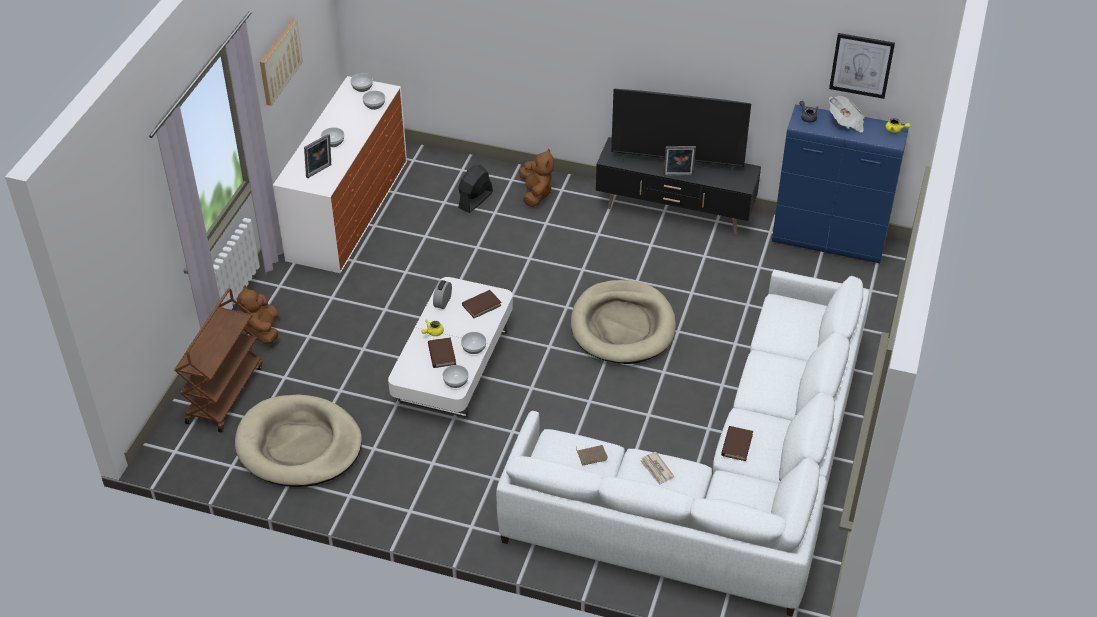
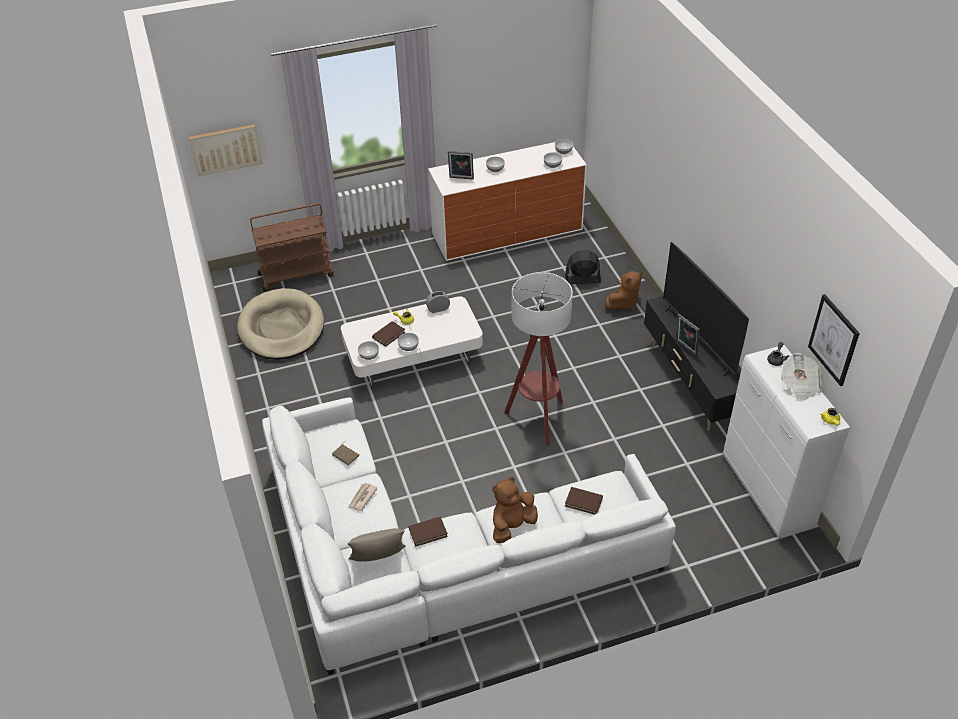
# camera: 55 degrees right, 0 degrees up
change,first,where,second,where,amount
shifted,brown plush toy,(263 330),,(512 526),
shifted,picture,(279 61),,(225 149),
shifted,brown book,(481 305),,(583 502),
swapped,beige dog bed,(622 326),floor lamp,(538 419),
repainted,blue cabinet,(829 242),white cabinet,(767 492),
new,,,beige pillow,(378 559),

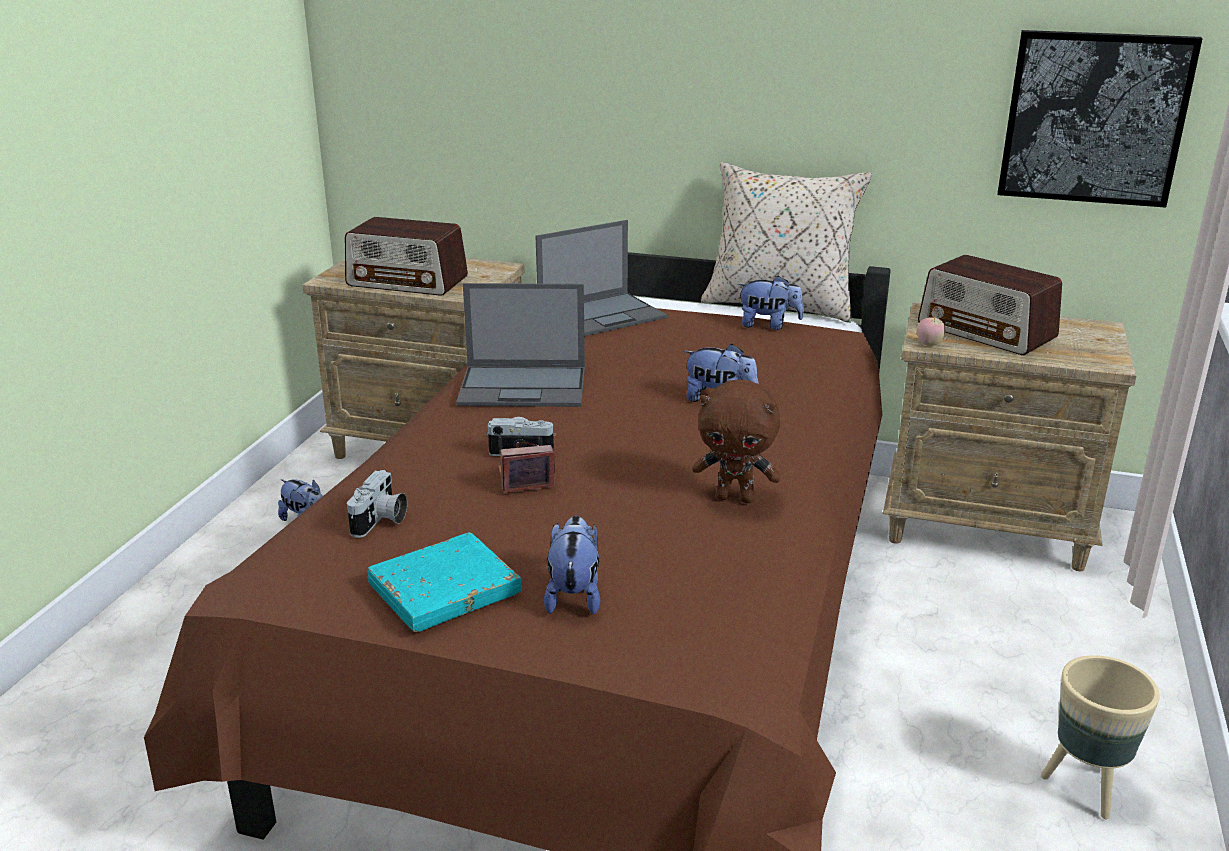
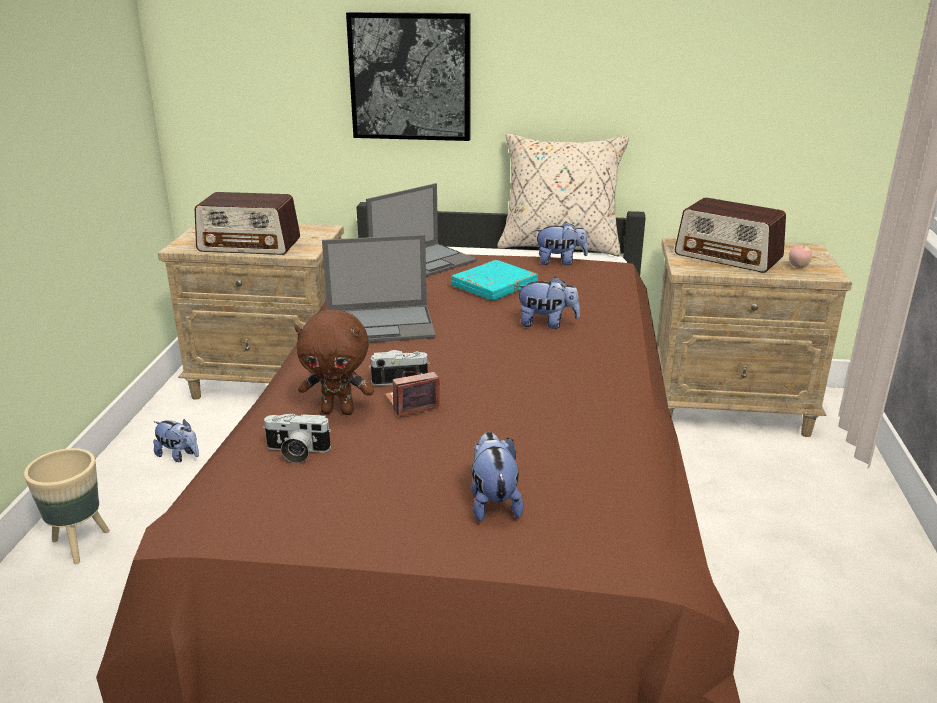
# camera: 10 degrees left, 0 degrees up
change,first,where,second,where,amount
rotated,photo camera,(380 521),,(296 452),90 degrees clockwise
shifted,turquoise book,(444 589),,(494 285),
shifted,brown plush toy,(735 498),,(338 411),
shifted,apple,(929 344),,(798 267),
shifted,picture,(1094 118),,(410 76),
shifted,beige planter,(1084 787),,(80 545),

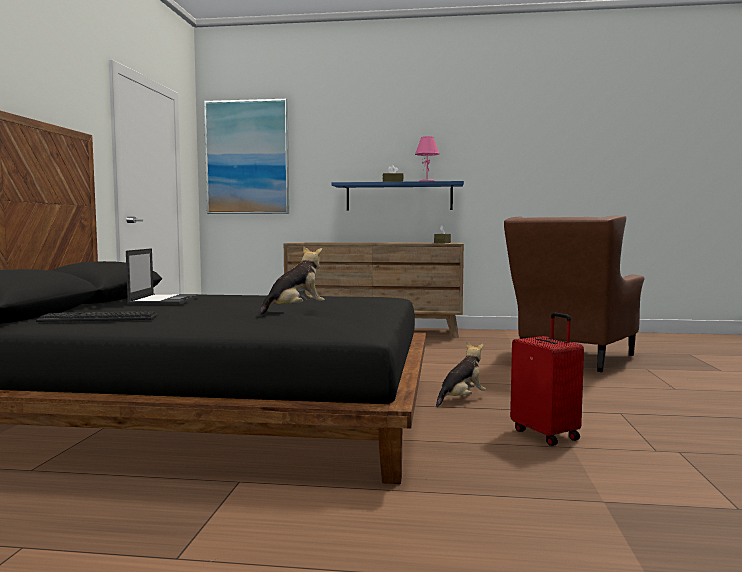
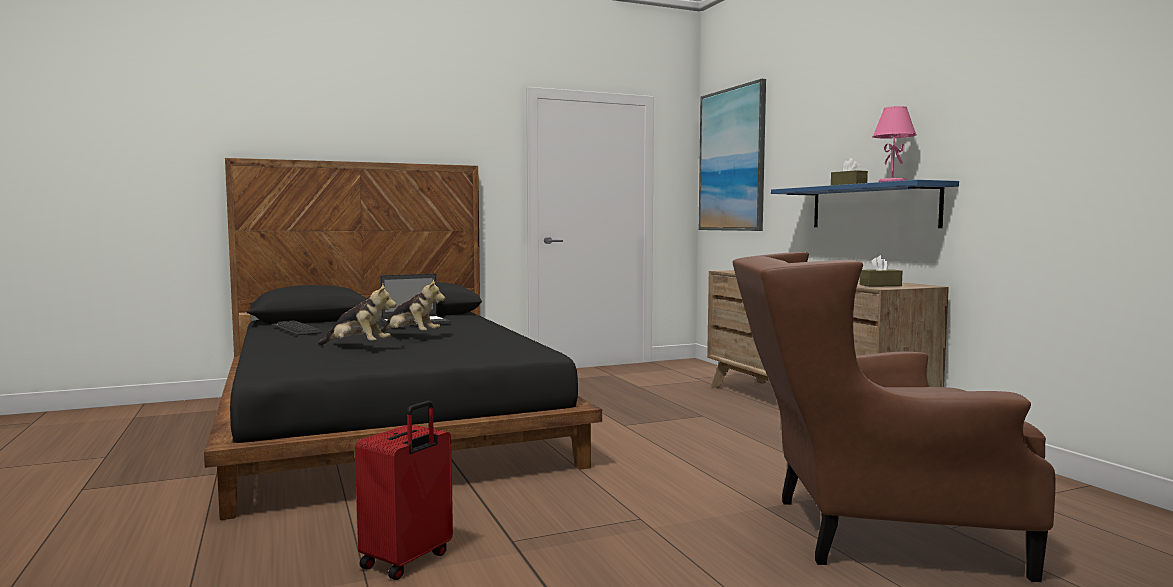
# camera: 60 degrees right, 0 degrees up
change,first,where,second,where,amount
shifted,plush toy,(461 399),,(411 336),

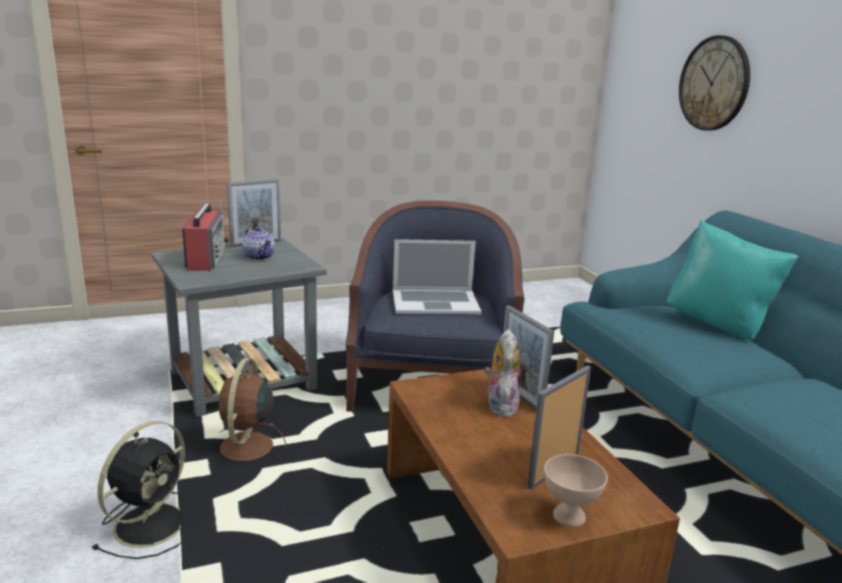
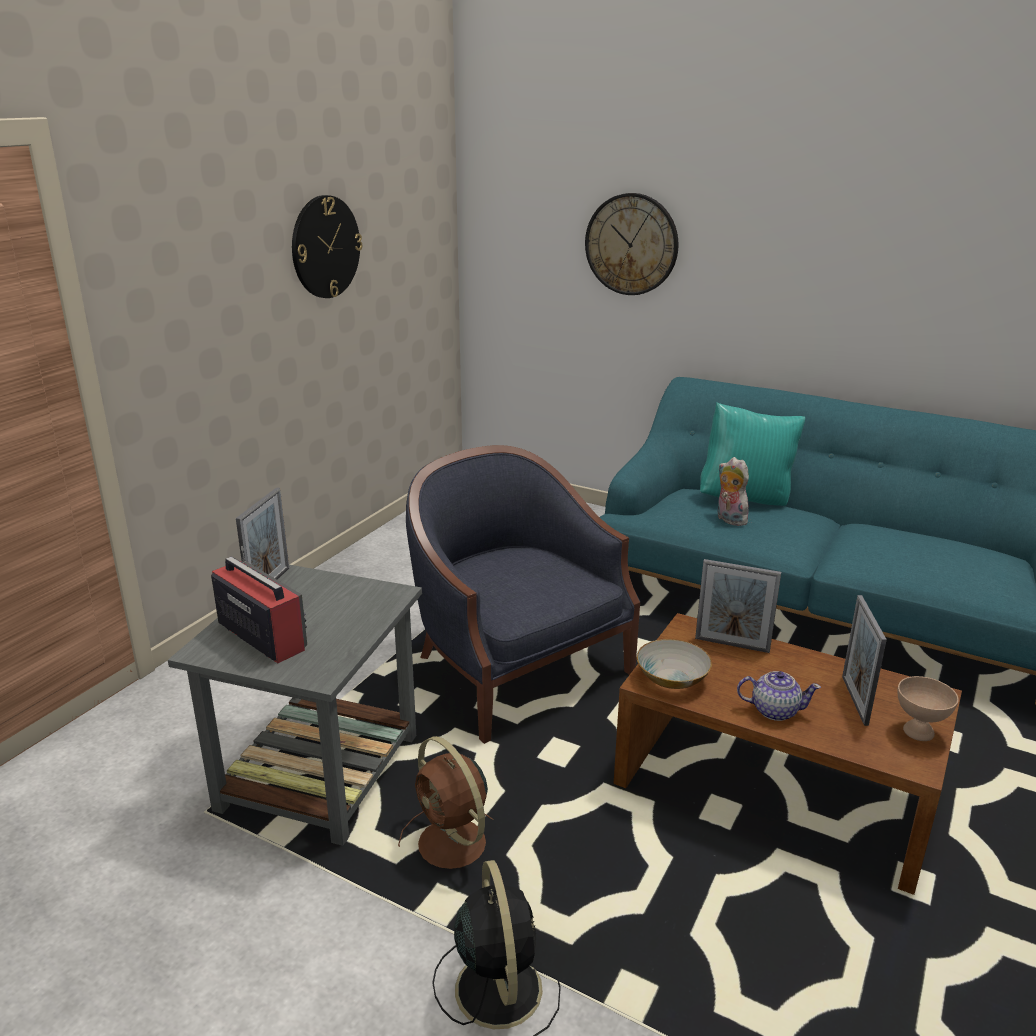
# camera: 40 degrees left, 5 degrees up
change,first,where,second,where,amount
shifted,teapot,(259 257),,(774 710),
gone,laptop,(435 302),,,
shifted,plush toy,(500 405),,(729 519),
new,,,wall clock,(325 247),
new,,,bowl,(671 678),

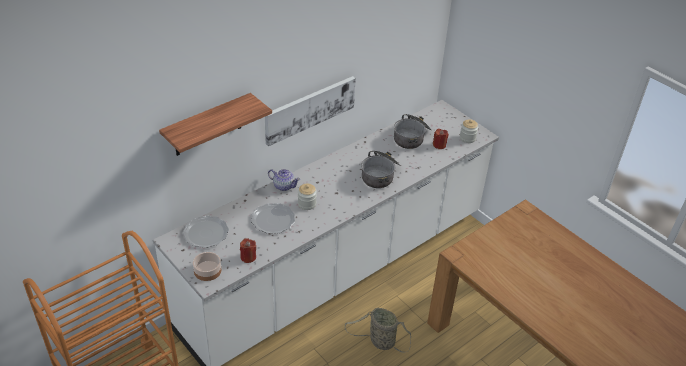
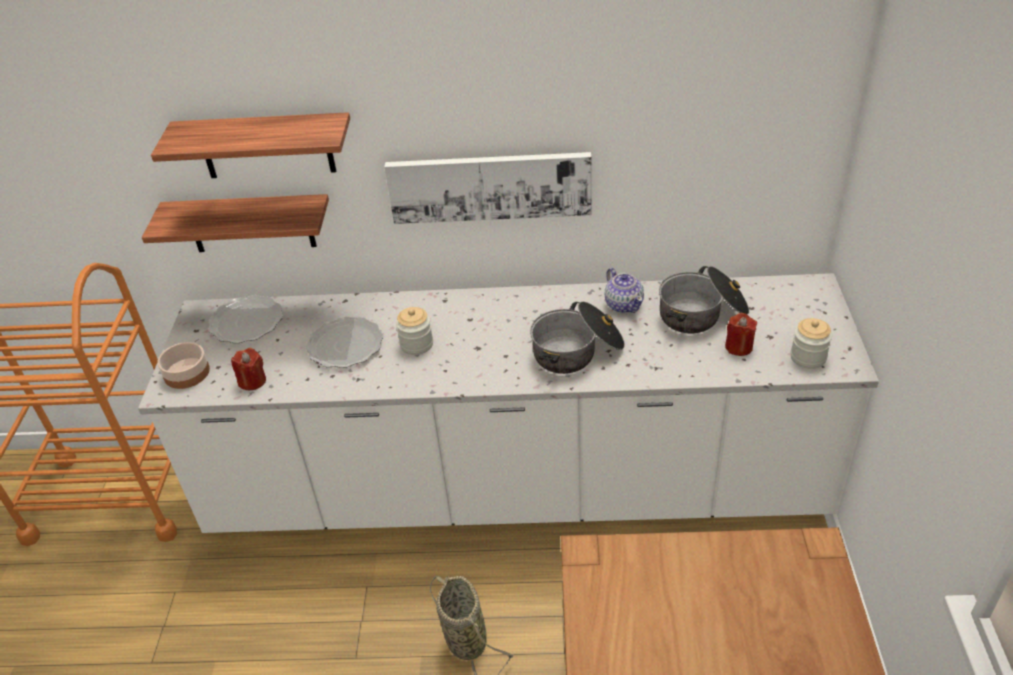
# camera: 45 degrees right, 0 degrees up
change,first,where,second,where,amount
shifted,teapot,(284 186),,(624 304),
new,,,shelf,(250 223),

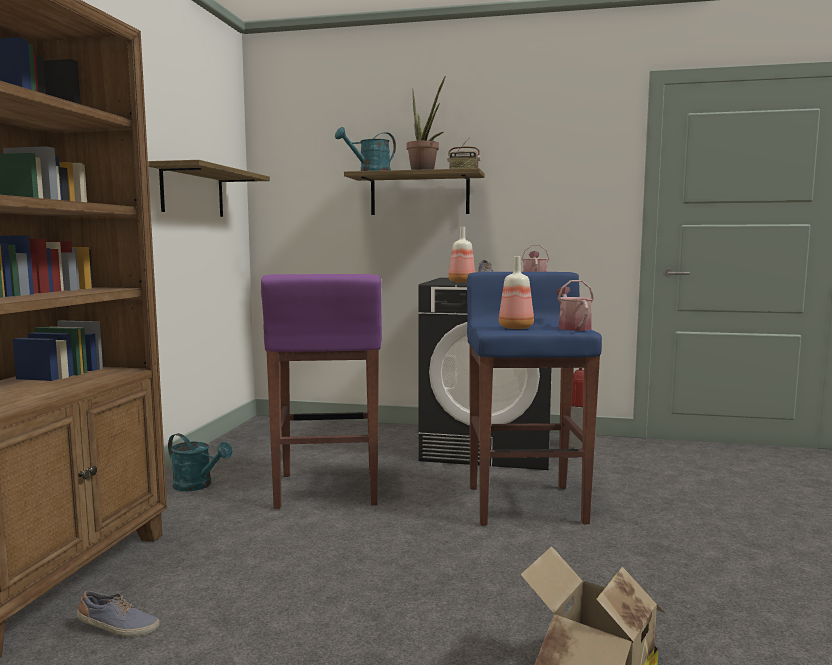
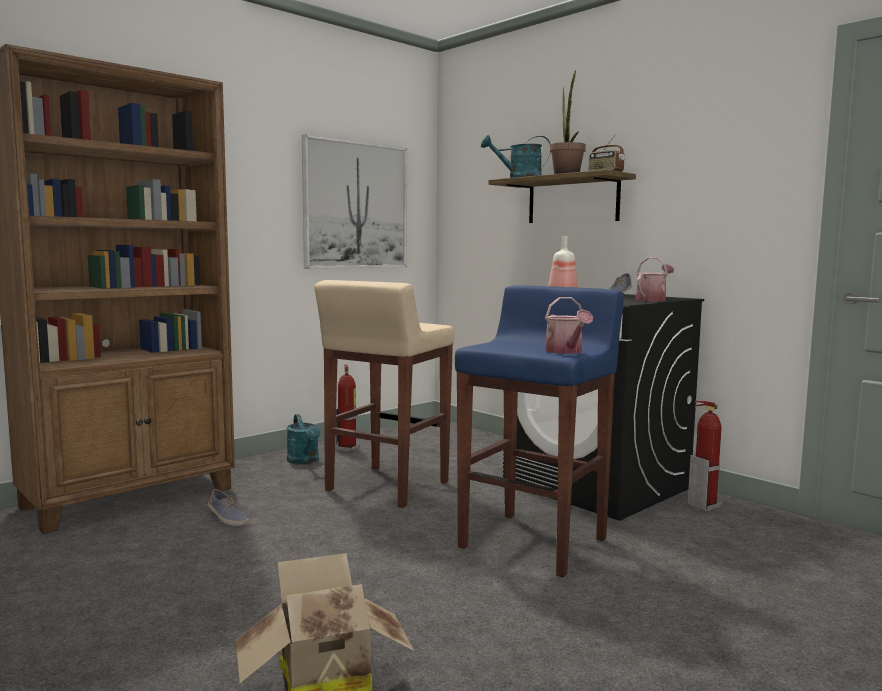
# camera: 35 degrees right, 0 degrees up
change,first,where,second,where,amount
shifted,shoe,(118 628),,(227 519),
swapped,shelf,(193 192),picture,(355 205),
repainted,purple stool,(327 490),beige stool,(386 487),
gone,bottle,(517 328),,,
rotated,watering can,(572 327),,(566 351),135 degrees clockwise
new,,,fire extinguisher,(347 448),

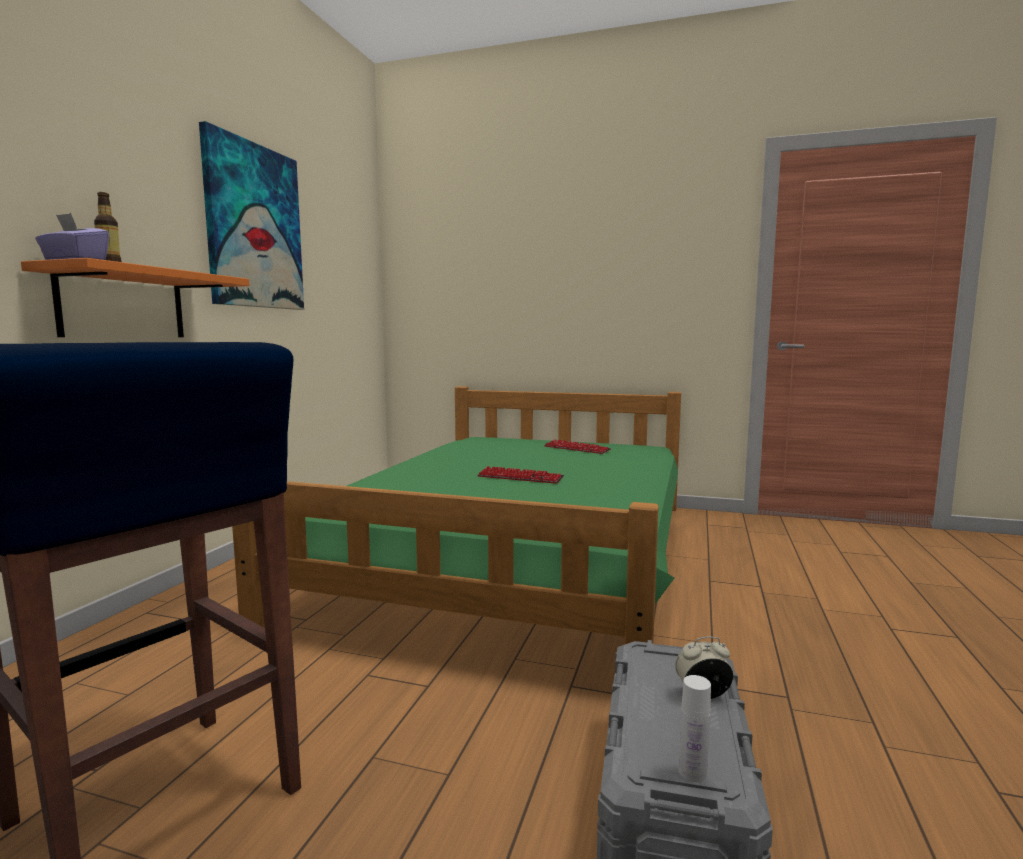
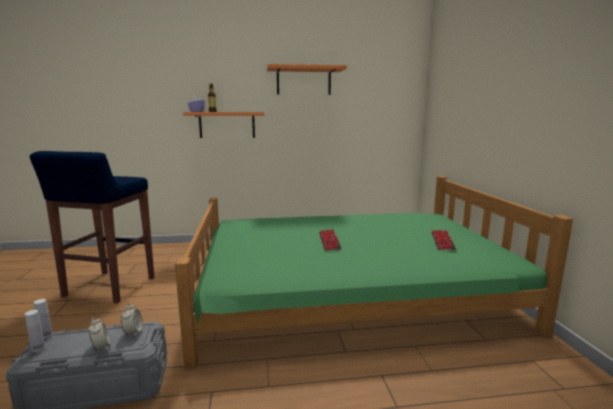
# camera: 65 degrees right, 5 degrees up
change,first,where,second,where,amount
swapped,picture,(254 227),orange shelf,(303 81),
new,,,white bottle,(46 336),
new,,,alarm clock,(133 332),

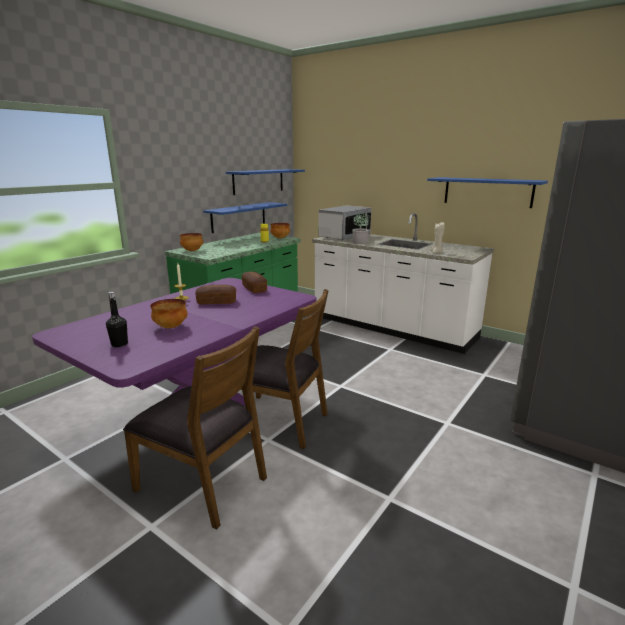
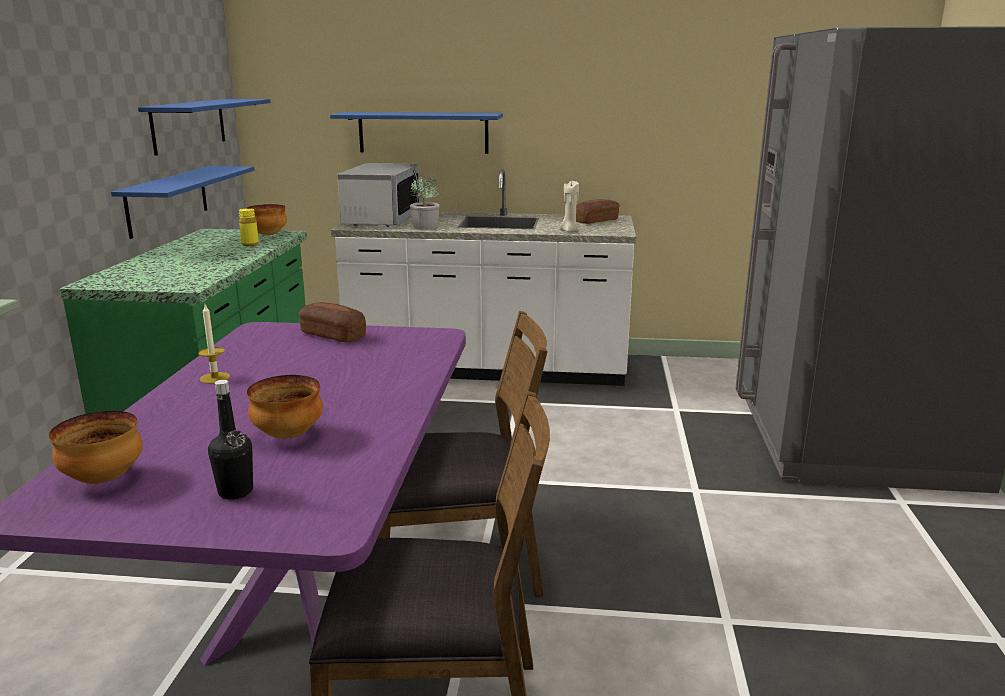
# camera: 30 degrees left, 0 degrees up
change,first,where,second,where,amount
shifted,bowl,(192 251),,(104 479),
shifted,bread,(216 302),,(596 221),
shifted,blue shelf,(487 192),,(423 132),

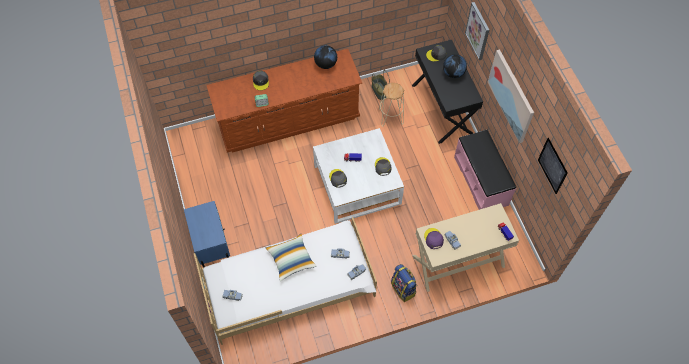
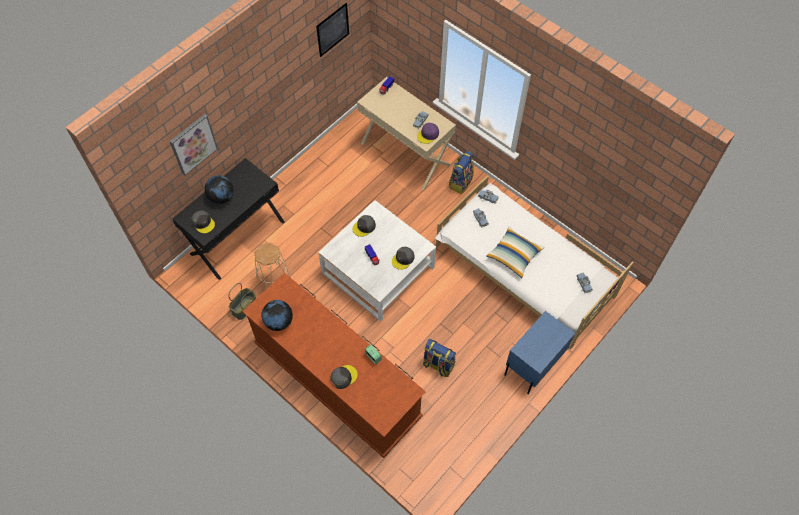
# camera: 120 degrees left, 0 degrees up
change,first,where,second,where,amount
gone,pink bench,(481 180),,,
gone,picture,(511 96),,,
new,,,backpack,(438 365),

